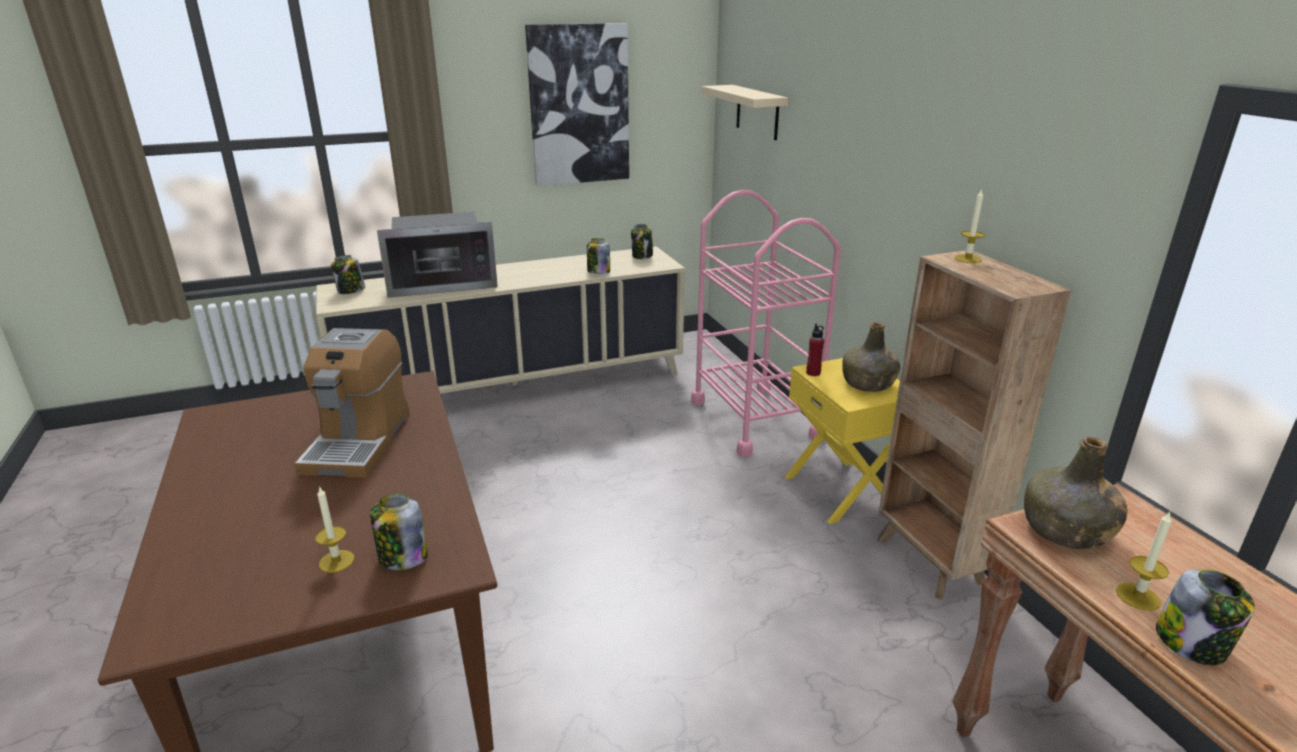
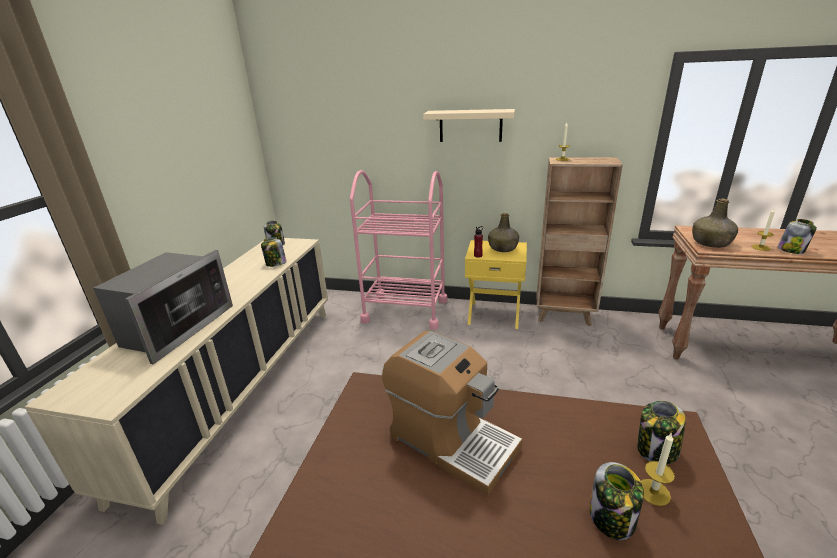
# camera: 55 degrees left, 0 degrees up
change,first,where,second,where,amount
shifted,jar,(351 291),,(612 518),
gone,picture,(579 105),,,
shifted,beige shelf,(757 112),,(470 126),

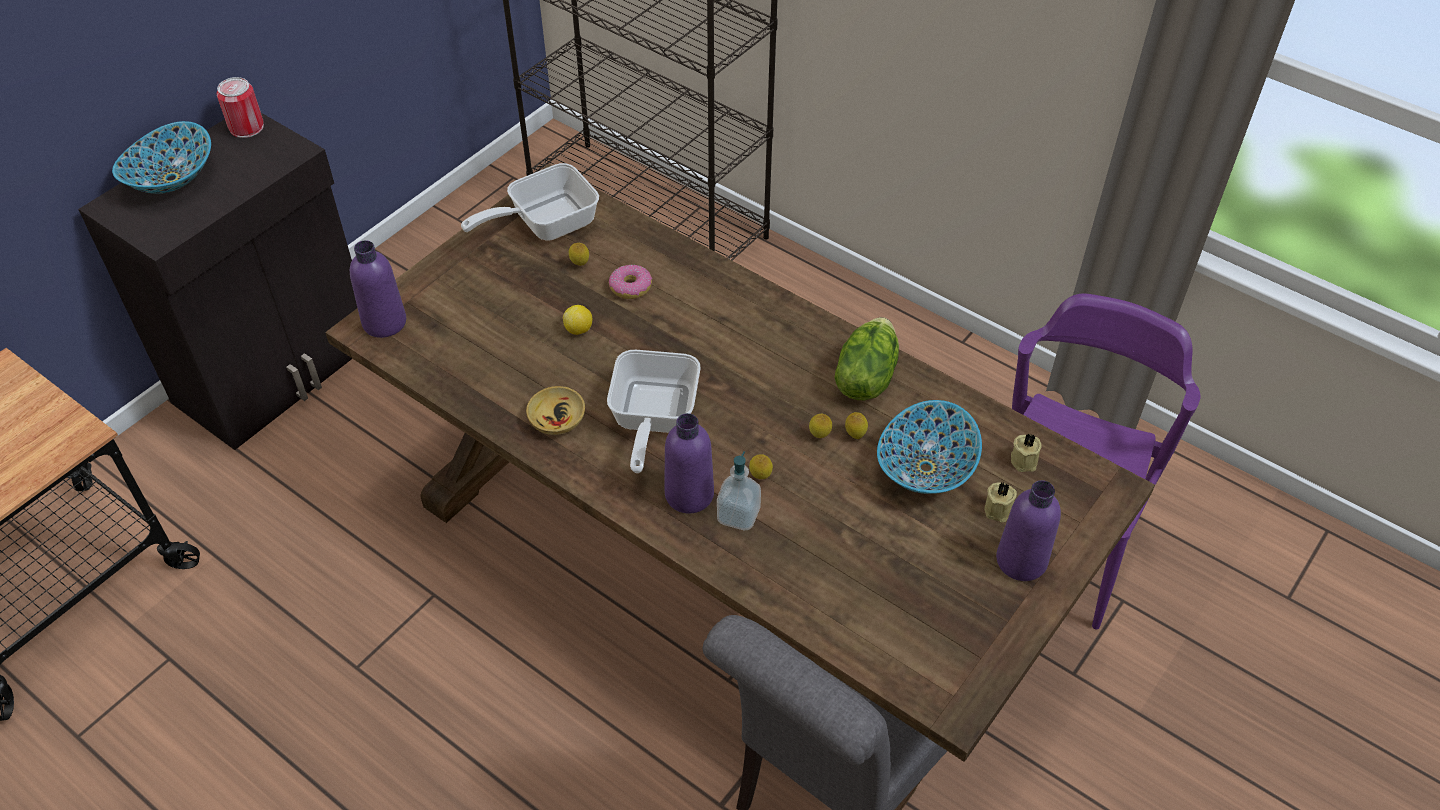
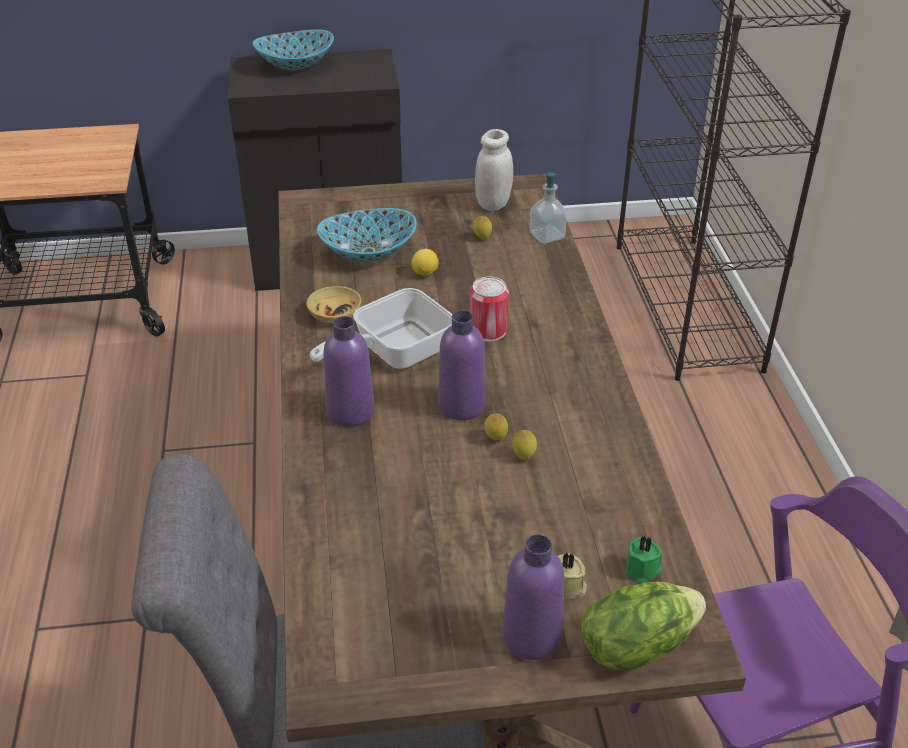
# camera: 45 degrees right, 10 degrees down
change,first,where,second,where,amount
shifted,can,(246 127),,(488 330),
shifted,purple bottle,(384 322),,(461 405),
swapped,frying pan,(544 224),white jar,(493 204),
gone,donut,(631 287),,,
shifted,soap dispenser,(738 515),,(547 236),
gone,lemon,(760 477),,,
shifted,lettuce,(865 377),,(636 645),
shifted,bowl,(924 468),,(367 252),
repainted,beige candle,(1025 460),green candle,(643 570),

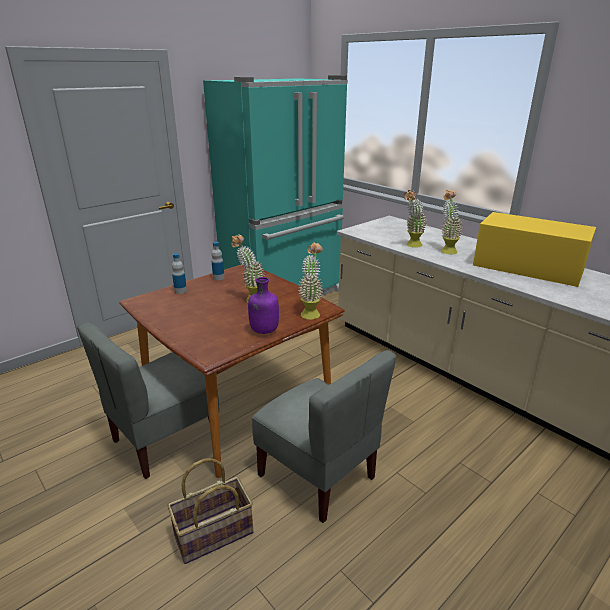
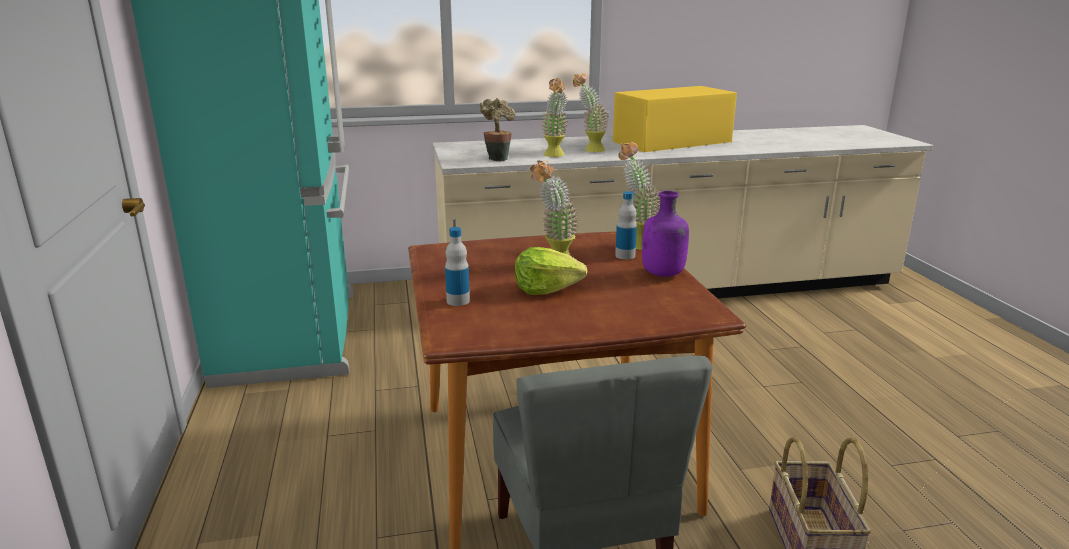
# camera: 60 degrees left, 5 degrees down
change,first,where,second,where,amount
shifted,bottle,(218 278),,(625 256),
gone,grey chair,(318 476),,,
new,,,potted plant,(497 159),
new,,,lettuce,(546 289),

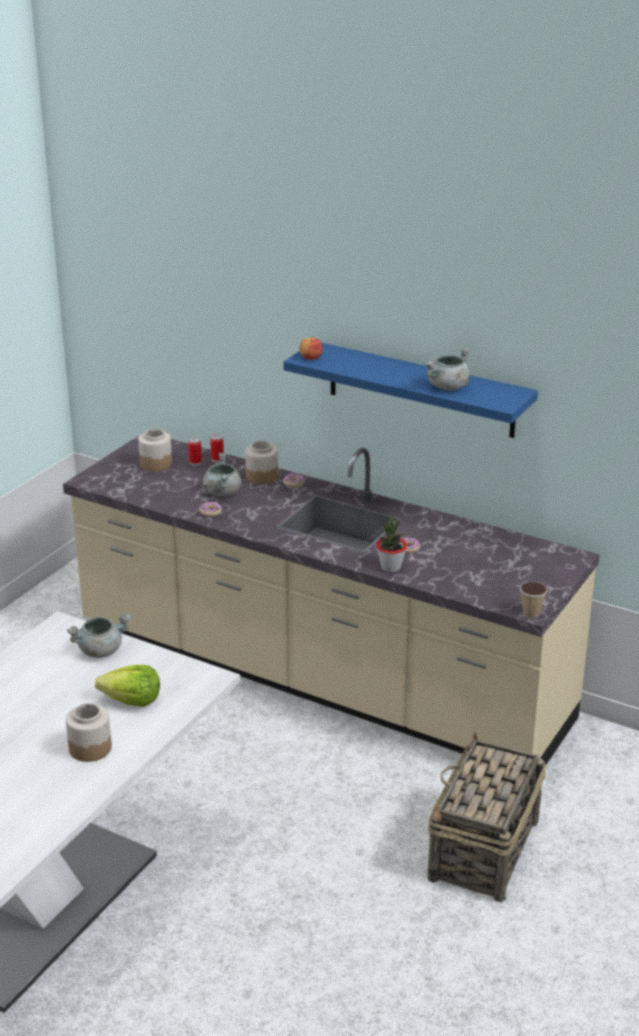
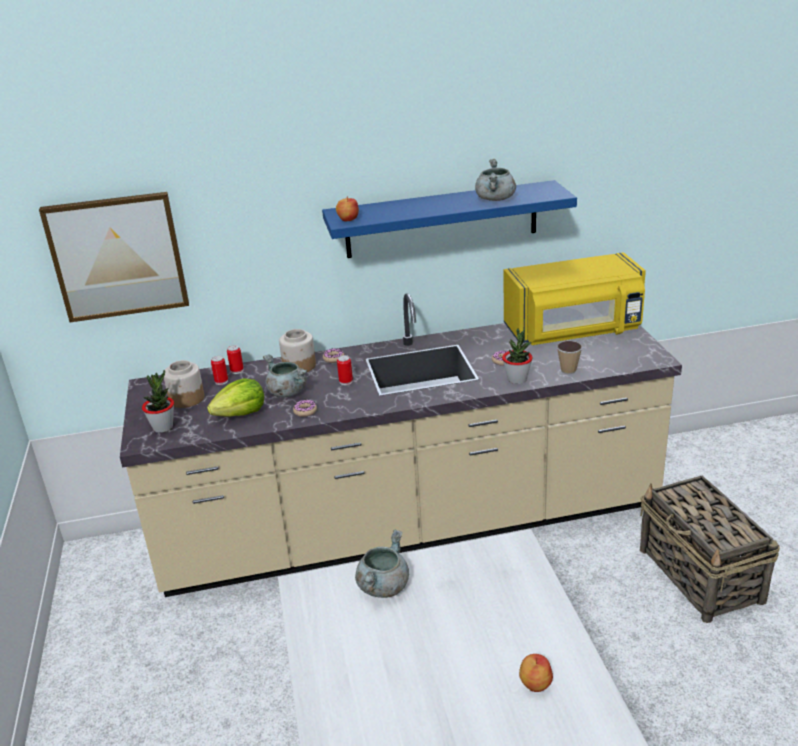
# camera: 40 degrees left, 0 degrees up
change,first,where,second,where,amount
swapped,jar,(90 748),apple,(534 684),
shifted,lettuce,(132 700),,(241 413),
shifted,cup,(531 614),,(568 370),
new,,,picture,(117 256),
new,,,potted plant,(163 427),
new,,,can,(346 381),
new,,,yellow microwave,(574 331),

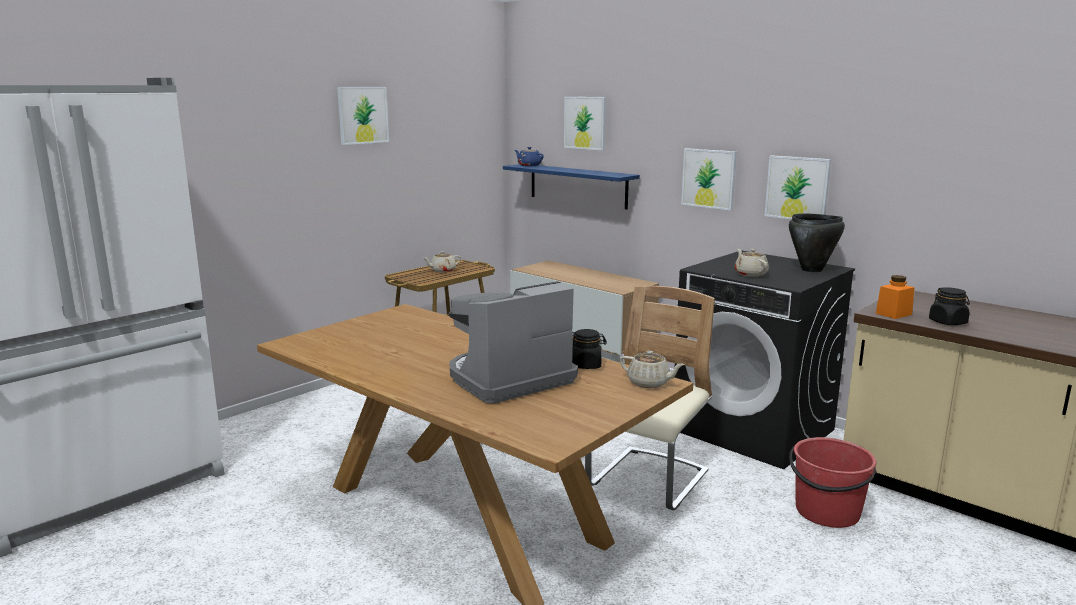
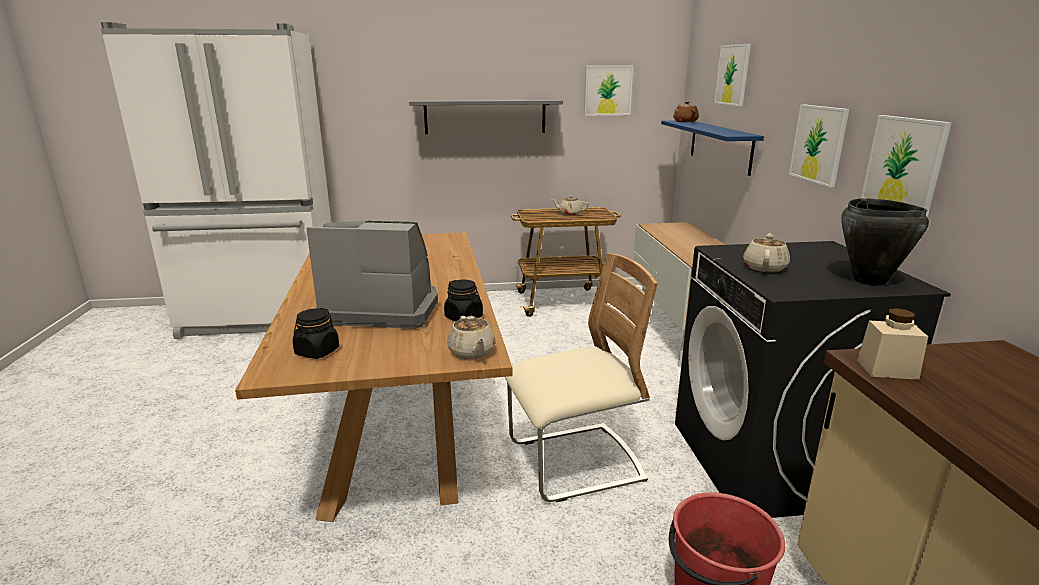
# camera: 40 degrees right, 5 degrees up
change,first,where,second,where,amount
shifted,picture,(363 115),,(607 90),
repainted,blue teapot,(529 165),brown teapot,(685 121),
repainted,orange jar,(893 314),beige jar,(887 369),
shifted,black jar,(948 322),,(317 352),
new,,,grey shelf,(485 116),

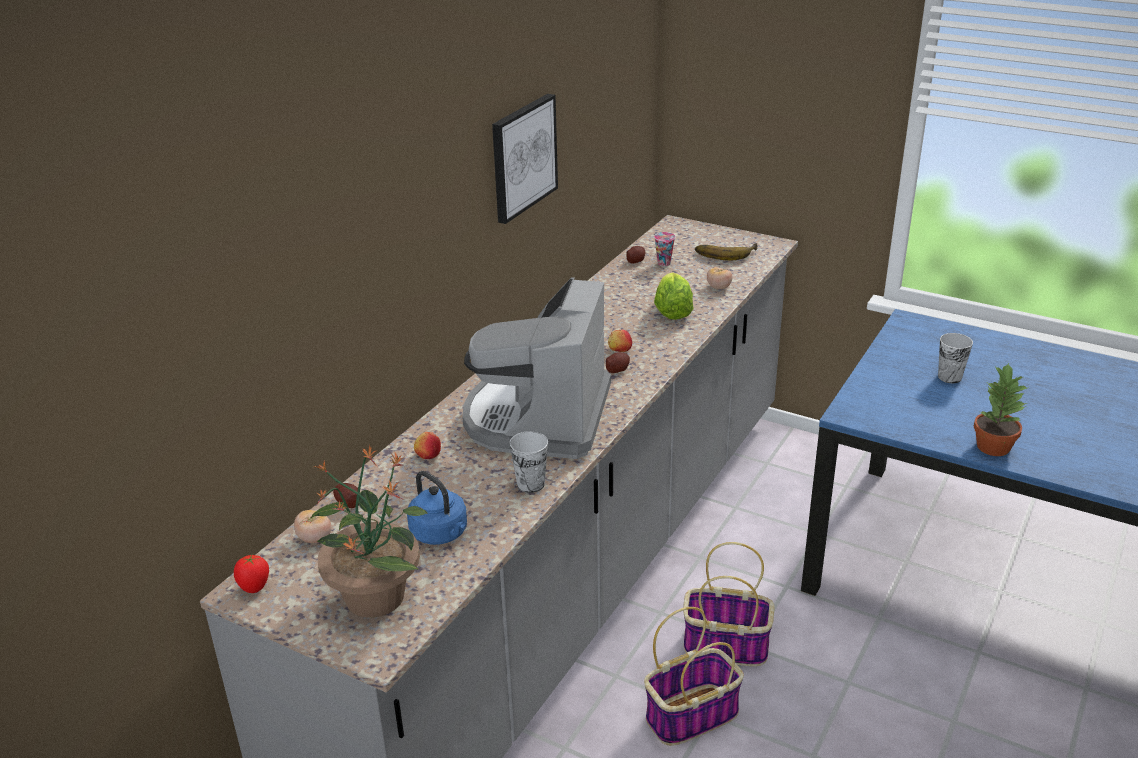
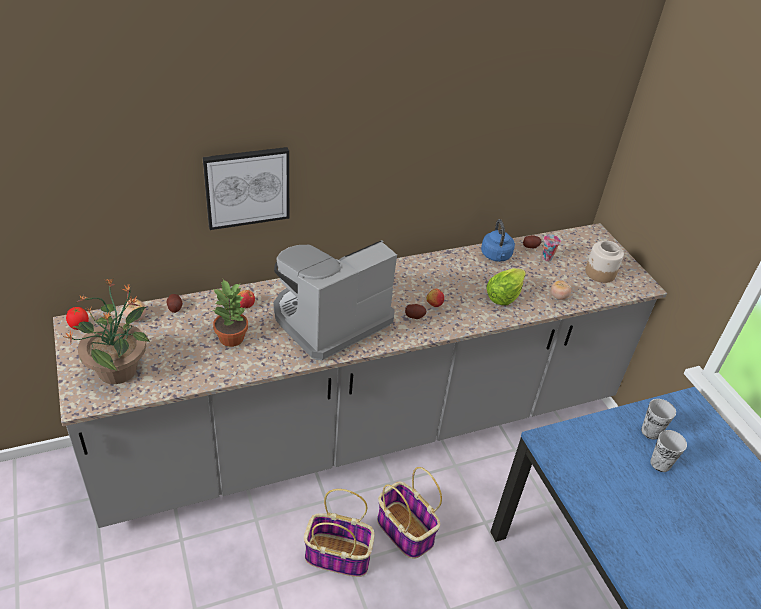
# camera: 35 degrees right, 10 degrees up
change,first,where,second,where,amount
shifted,blue kettle,(441 534),,(496 256),
shifted,picture,(522 157),,(247 187),
shifted,cup,(530 484),,(650 432),
swapped,banana,(725 252),jar,(600 273),
shifted,potted plant,(992 446),,(232 337),

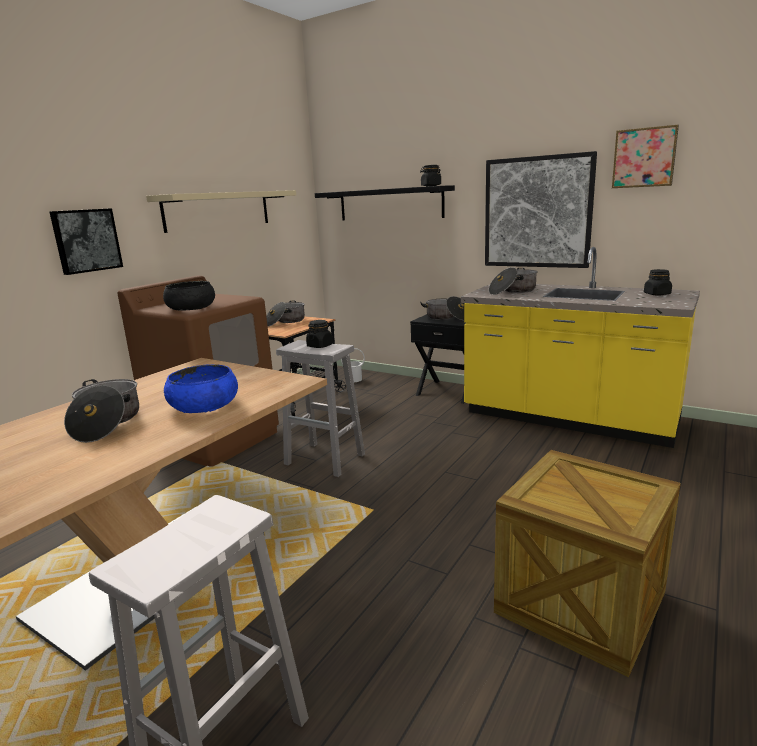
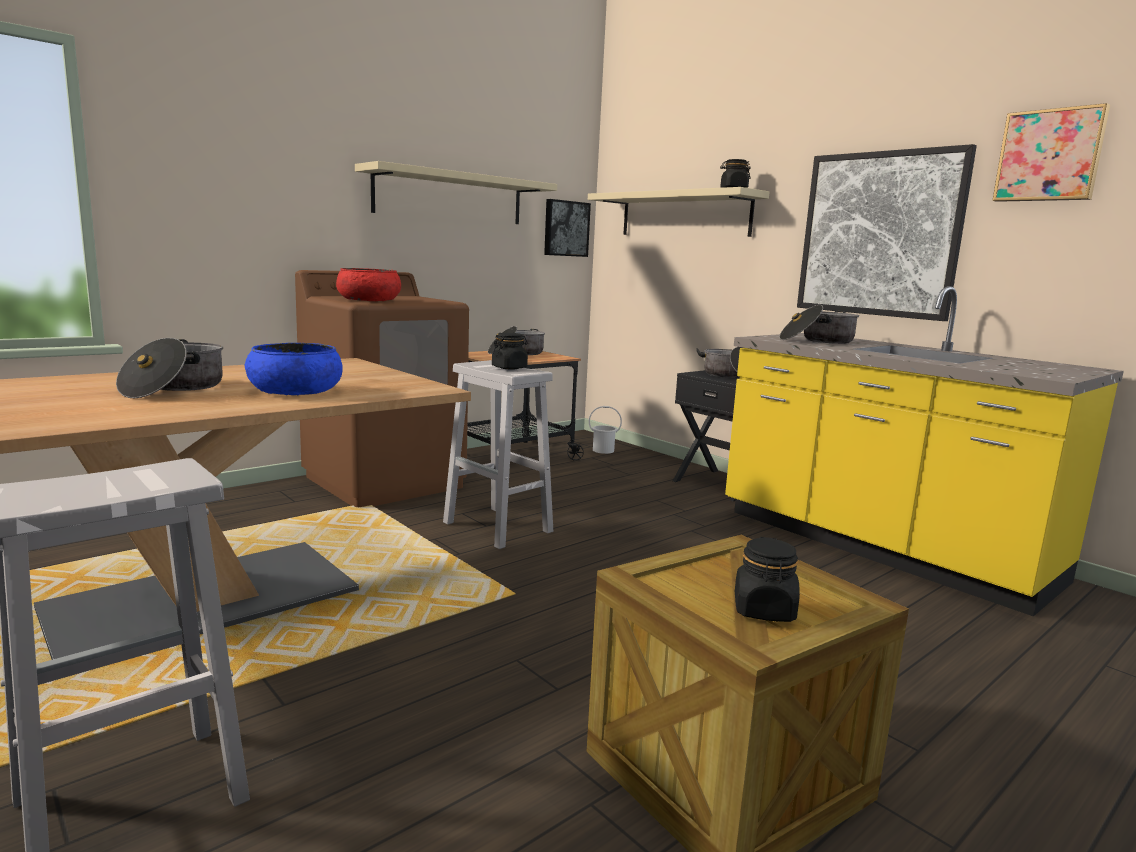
# camera: 15 degrees right, 5 degrees down
change,first,where,second,where,amount
shifted,picture,(86 240),,(565 228),
repainted,black bowl,(191 308),red bowl,(369 300),
repainted,black shelf,(390 204),beige shelf,(684 215),
shifted,black jar,(657 294),,(764 610),

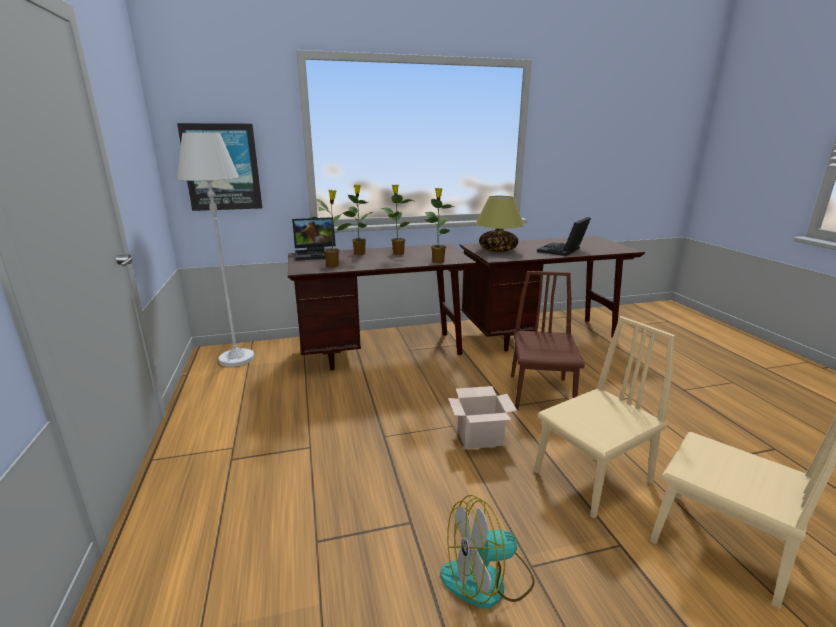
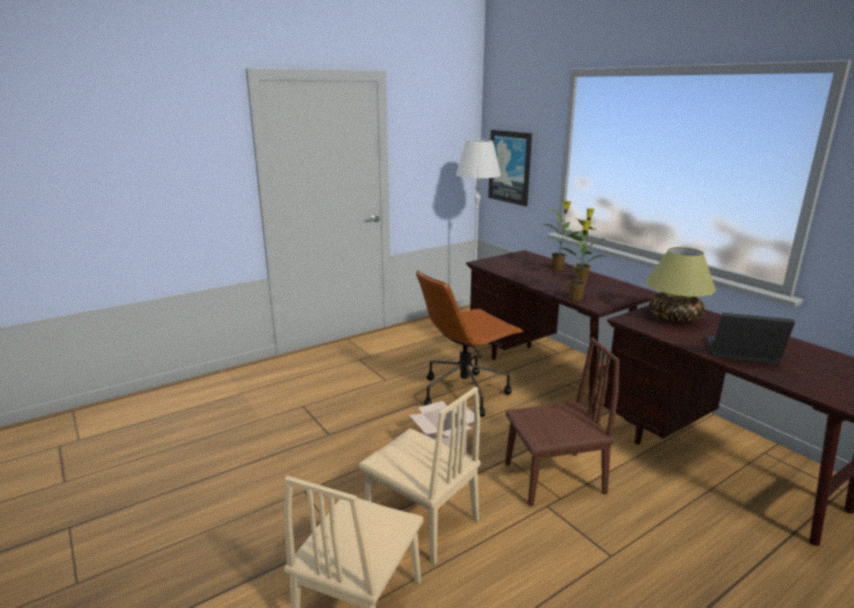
# camera: 70 degrees right, 0 degrees up
change,first,where,second,where,amount
gone,laptop,(317 254),,,
gone,potted plant,(333 265),,,
gone,fan,(487 580),,,
new,,,brown office chair,(465 392),

